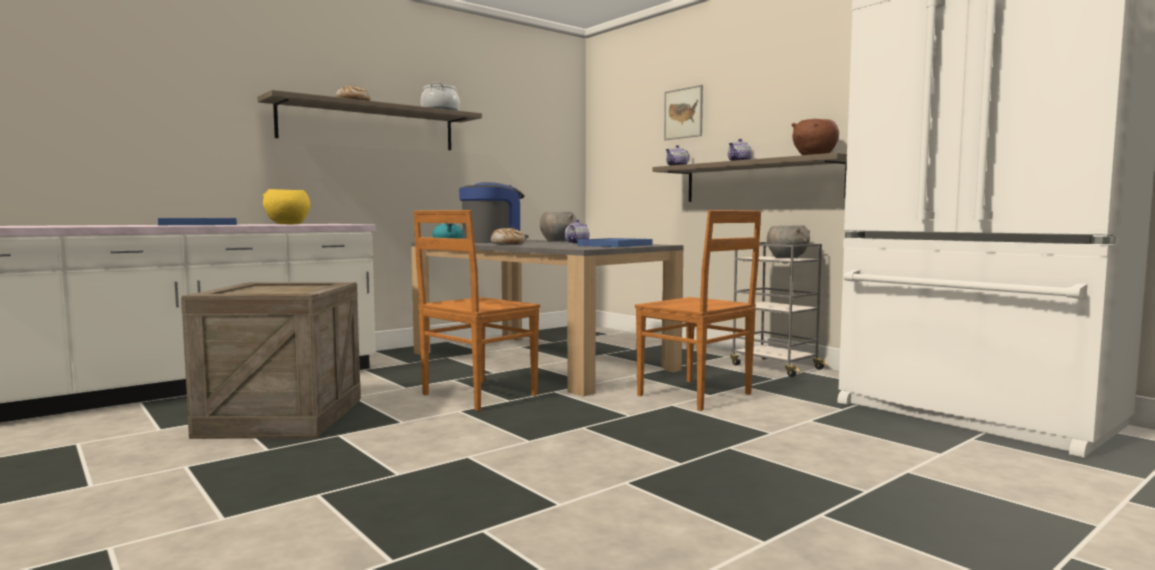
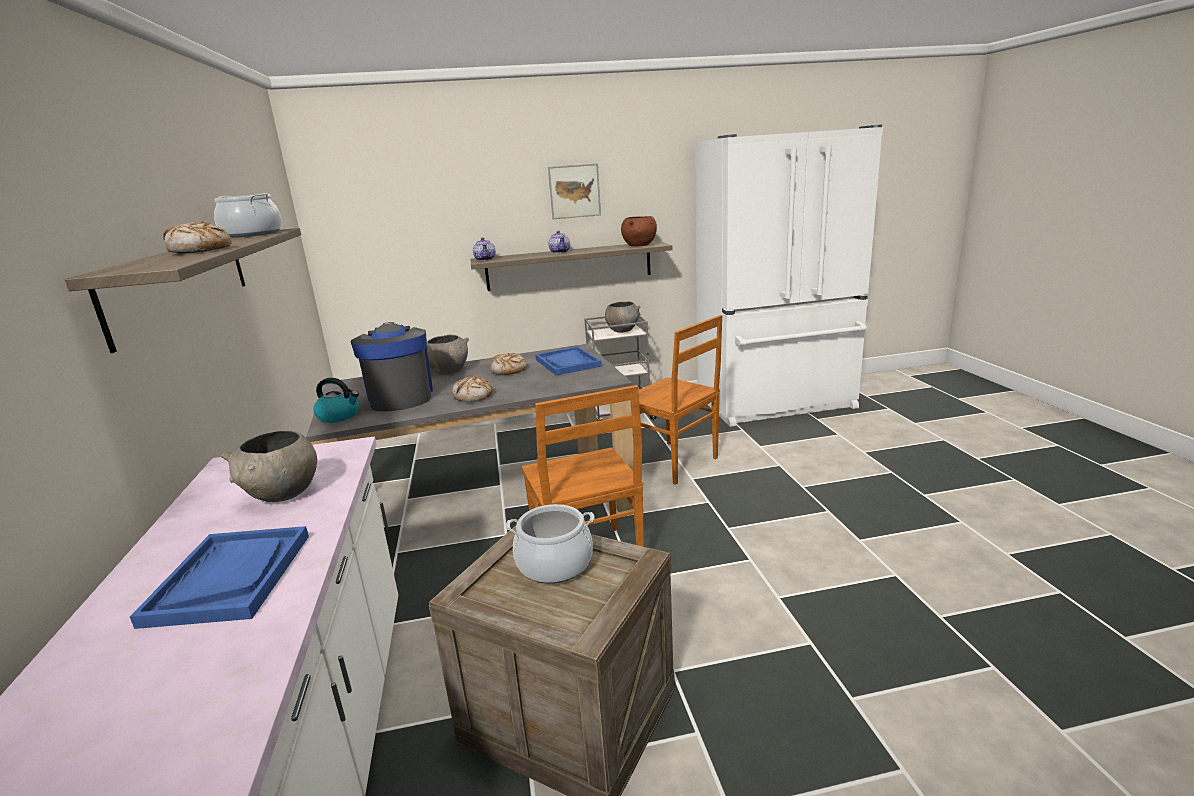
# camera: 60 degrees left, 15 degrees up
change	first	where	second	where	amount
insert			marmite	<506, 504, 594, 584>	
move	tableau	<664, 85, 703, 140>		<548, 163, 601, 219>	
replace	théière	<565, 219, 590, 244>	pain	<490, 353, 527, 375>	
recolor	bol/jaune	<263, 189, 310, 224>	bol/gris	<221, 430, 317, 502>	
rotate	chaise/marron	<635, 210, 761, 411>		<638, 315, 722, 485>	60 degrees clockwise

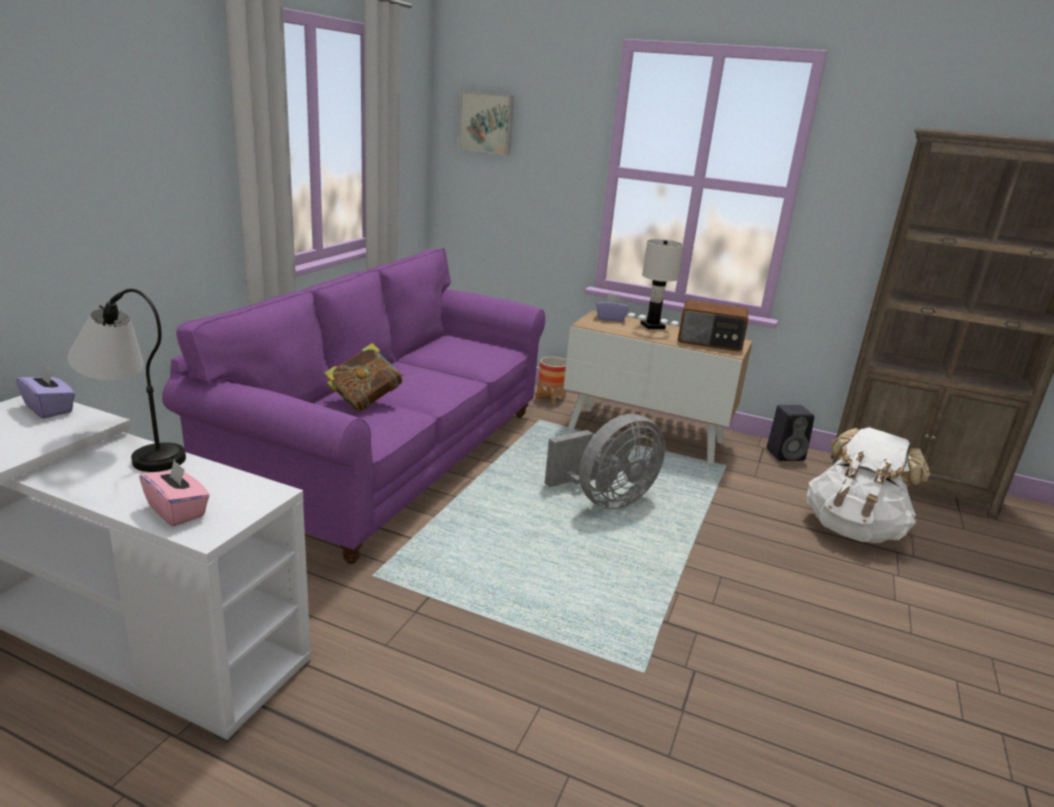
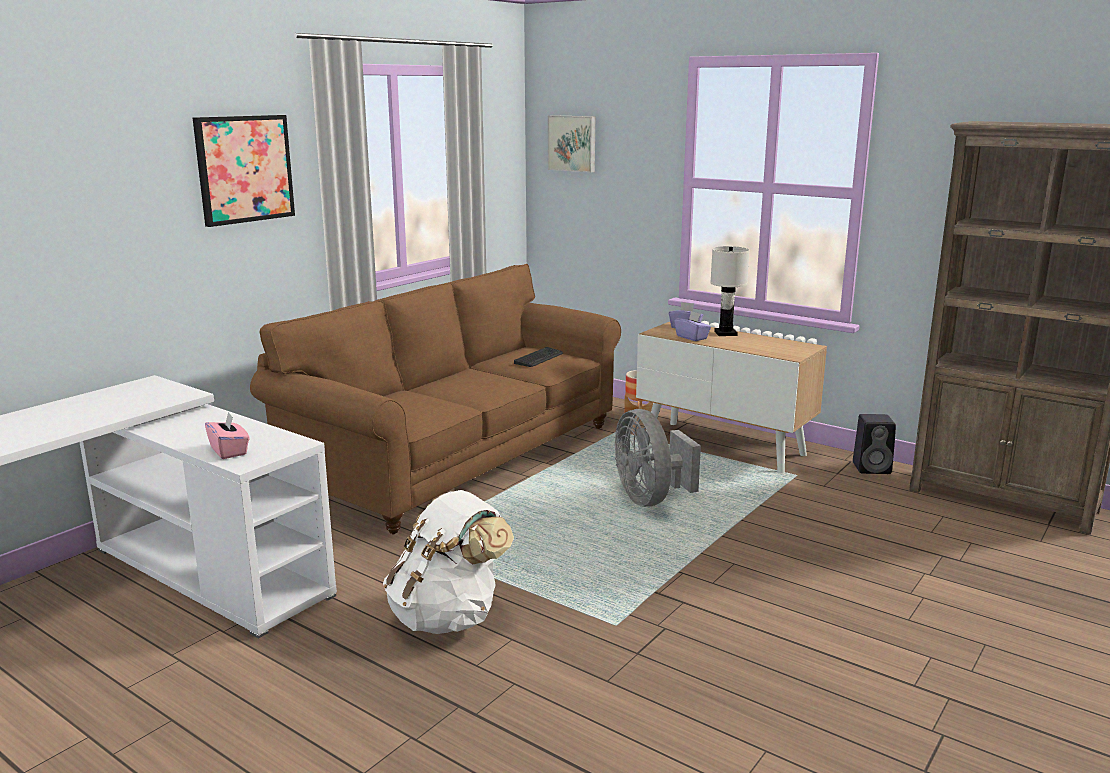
# camera: 15 degrees right, 5 degrees down
change	first	where	second	where	amount
delete	lampe de table	<67, 289, 186, 472>			
delete	livre	<324, 343, 404, 412>			
delete	radio	<678, 300, 748, 352>			
insert			tableau	<193, 115, 295, 227>	
insert			clavier	<514, 347, 563, 367>	
move	boîte à mouchoirs/violet	<16, 364, 75, 419>		<674, 311, 711, 341>	
move	sac à dos/blanc	<807, 427, 930, 543>		<383, 490, 514, 634>	
recolor	canapé/violet	<162, 248, 545, 564>	canapé/marron	<250, 264, 621, 534>	
rotate	ventilateur/gris	<545, 414, 665, 510>		<615, 409, 701, 507>	90 degrees clockwise

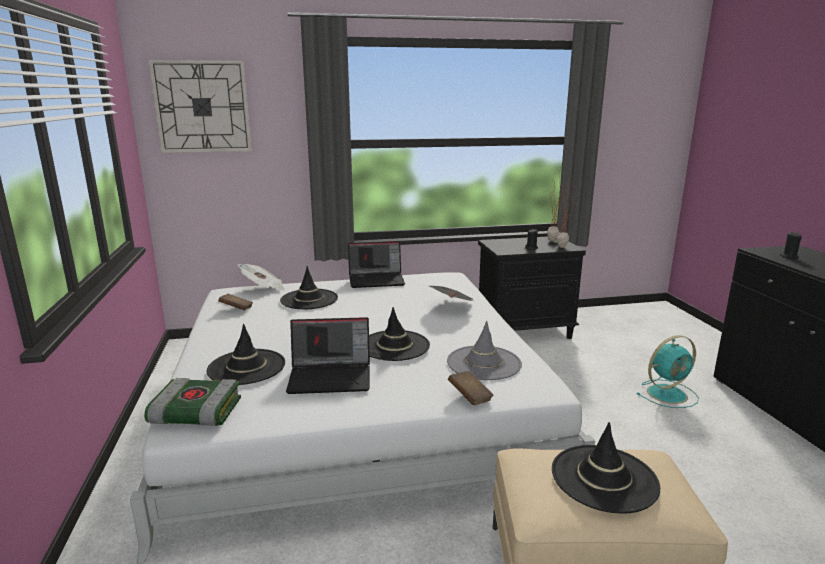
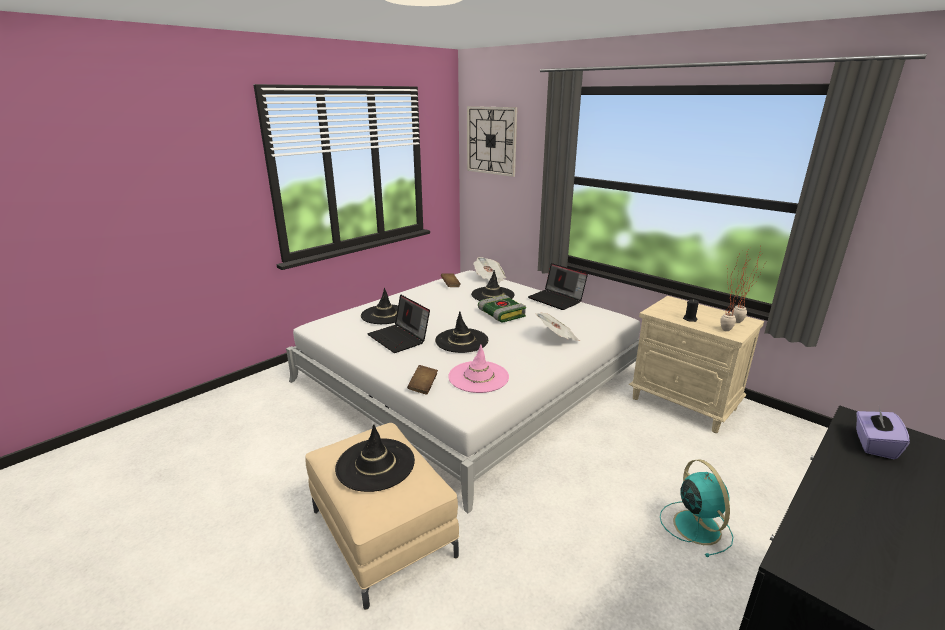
# camera: 55 degrees right, 5 degrees up
change	first	where	second	where	amount
move	livre	<144, 378, 241, 426>		<478, 295, 526, 322>	
replace	bougie/noir	<780, 232, 802, 259>	boîte à mouchoirs/violet	<856, 408, 910, 459>	
recolor	chapeau/gris	<447, 321, 522, 380>	chapeau/rose	<448, 344, 509, 393>	
recolor	table de chevet/noir	<478, 236, 586, 339>	table de chevet/beige	<629, 296, 764, 433>	
rotate	ventilateur/turquoise	<637, 335, 699, 408>		<660, 459, 733, 557>	135 degrees counterclockwise

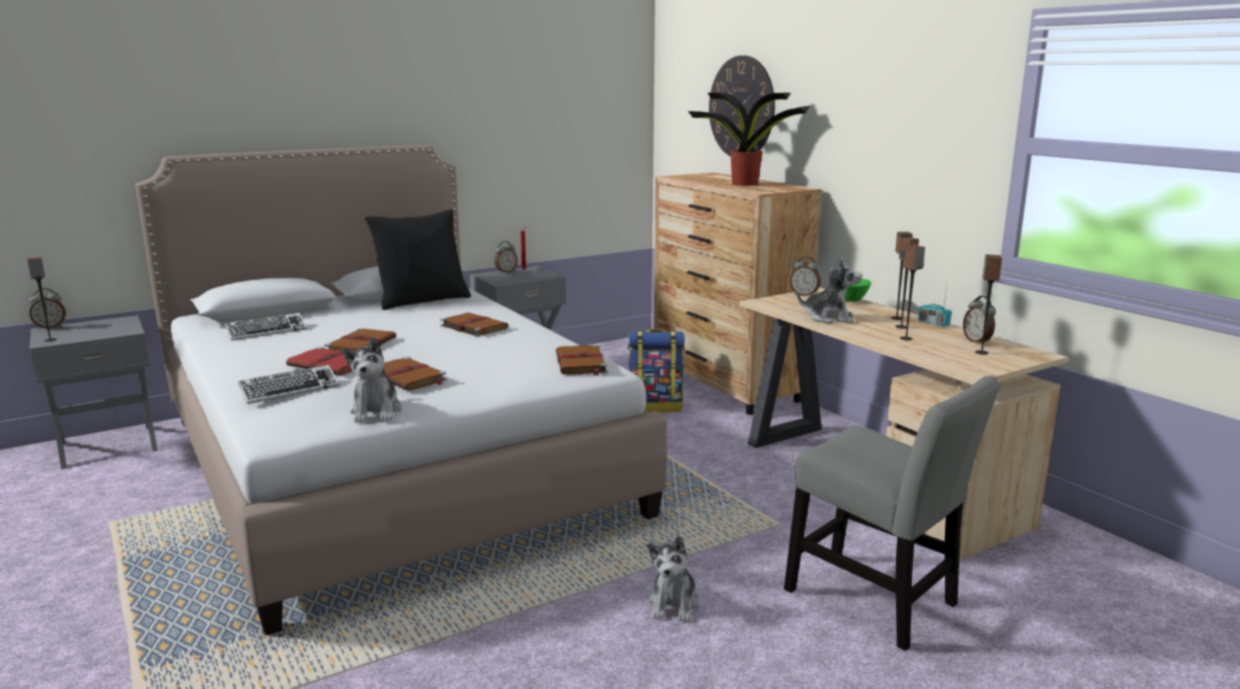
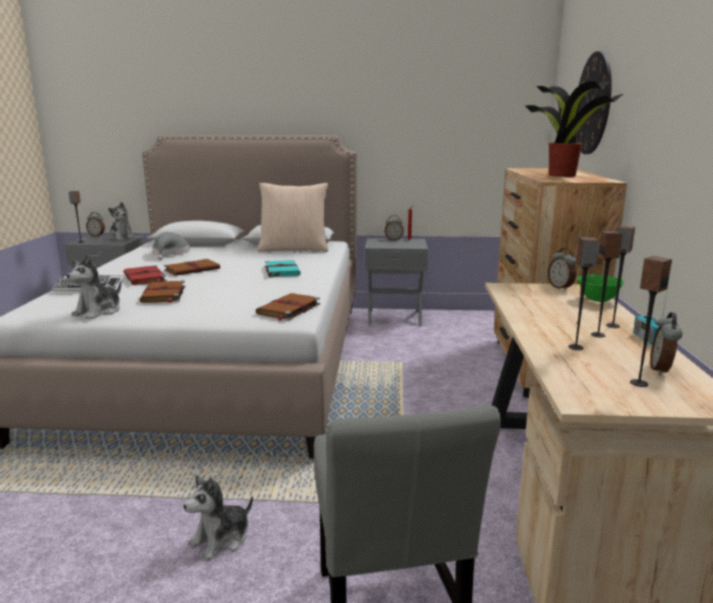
# camera: 35 degrees right, 0 degrees up
change	first	where	second	where	amount
delete	sac à dos	<628, 329, 685, 412>			
move	peluche	<797, 254, 862, 324>		<108, 202, 135, 240>	
replace	clavier	<225, 313, 307, 340>	chapeau/gris	<152, 232, 190, 260>	
recolor	coussin/noir	<365, 209, 471, 310>	coussin/beige	<258, 183, 328, 252>	
recolor	livre/marron	<440, 313, 508, 337>	livre/turquoise	<265, 260, 301, 278>	

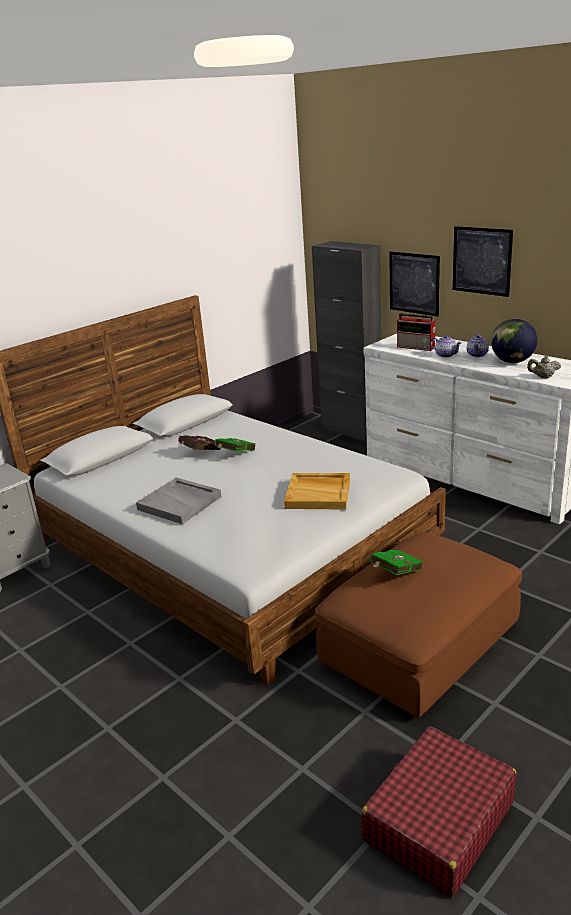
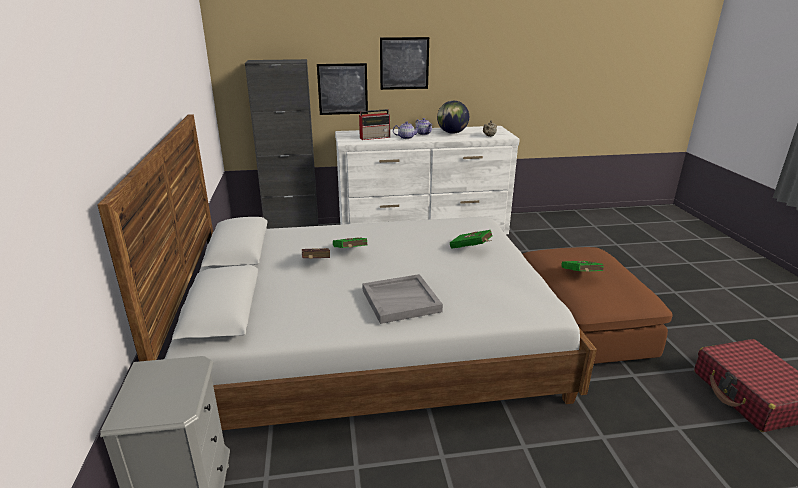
# camera: 55 degrees left, 0 degrees up
change	first	where	second	where	amount
replace	plateau/beige	<284, 473, 350, 510>	livre/vert	<450, 230, 493, 249>	

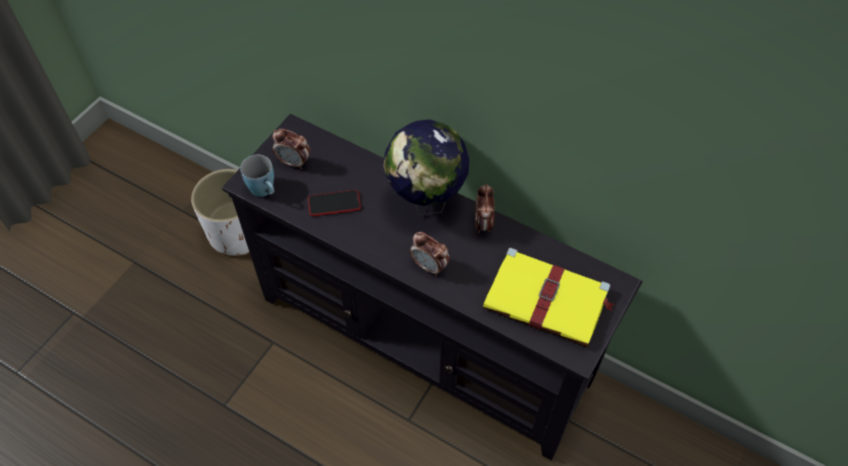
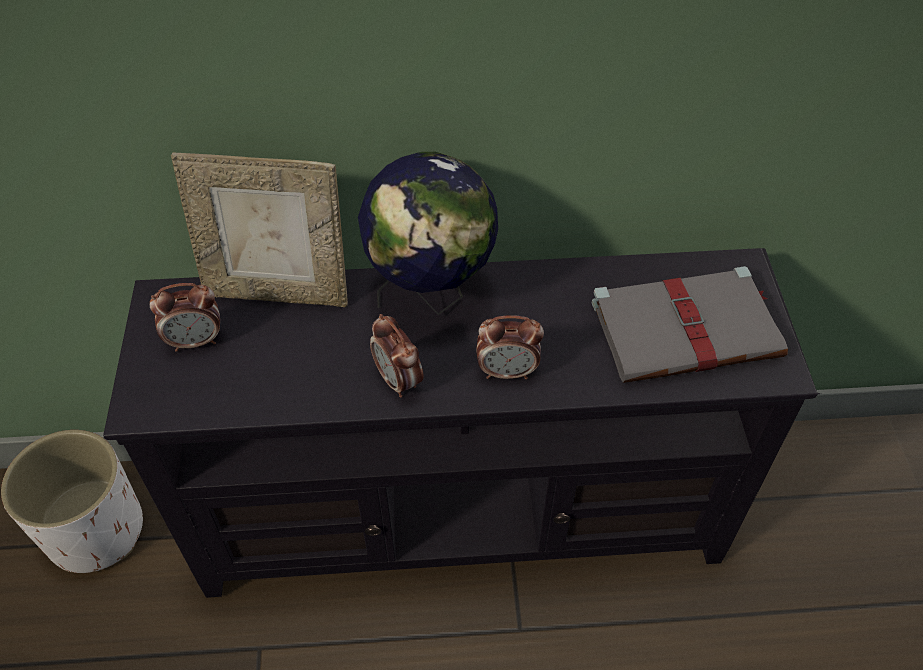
# camera: 35 degrees left, 5 degrees down
change	first	where	second	where	amount
delete	mug/bleu	<240, 155, 274, 197>			
delete	téléphone	<308, 190, 361, 216>			
insert			cadre photo	<171, 153, 348, 307>	
move	réveil	<475, 184, 494, 233>		<370, 314, 423, 398>	
recolor	livre/jaune	<483, 248, 615, 347>	livre/gris	<592, 266, 788, 383>	

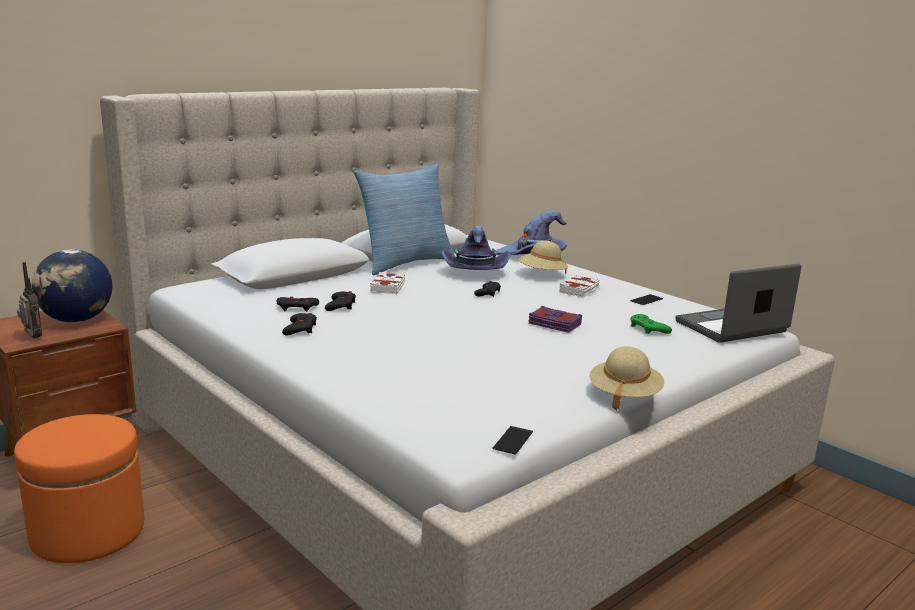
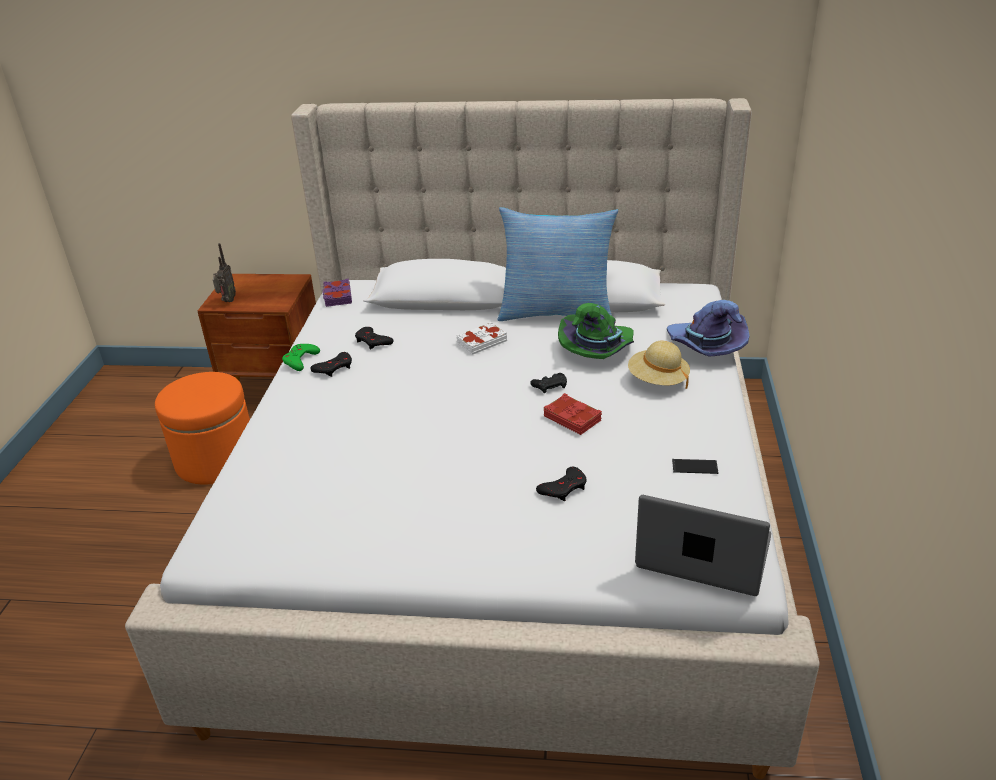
# camera: 50 degrees right, 15 degrees up
change	first	where	second	where	amount
delete	globe	<32, 249, 112, 323>			
delete	téléphone	<492, 426, 533, 455>			
delete	livre/blanc	<559, 275, 600, 298>			
delete	chapeau/beige	<589, 346, 664, 411>			
insert			livre/rouge	<544, 393, 602, 435>	
move	manette/noir	<325, 291, 356, 311>		<536, 467, 587, 501>	
move	livre/violet	<529, 306, 582, 333>		<323, 279, 352, 307>	
move	manette/vert	<630, 314, 672, 334>		<282, 344, 320, 371>	
recolor	chapeau/violet	<442, 226, 511, 270>	chapeau/vert	<558, 303, 634, 359>	

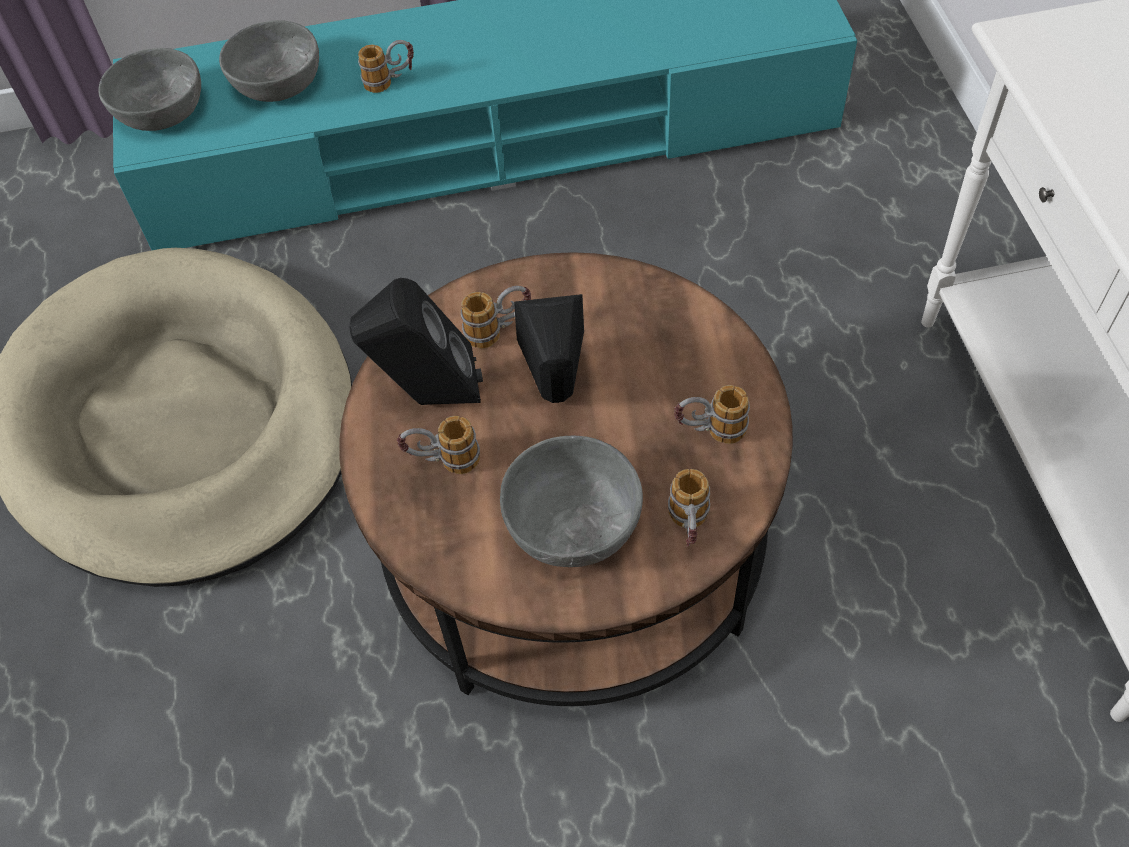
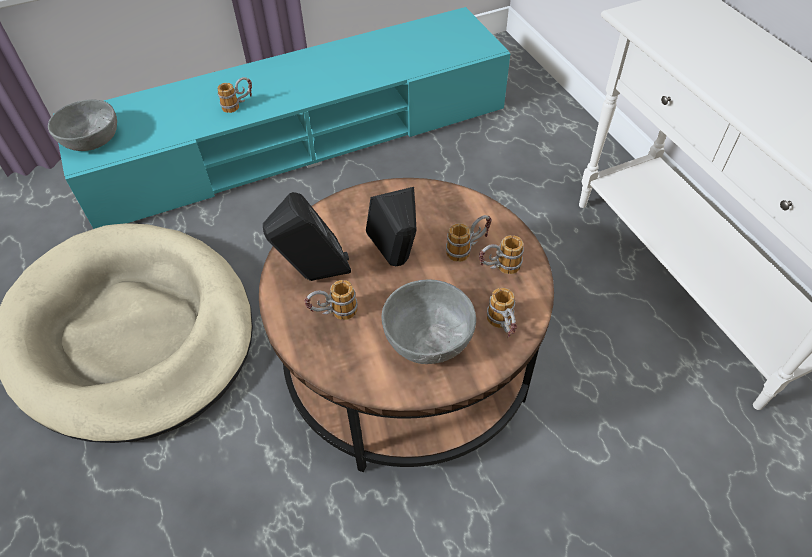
# camera: 15 degrees left, 5 degrees down
change	first	where	second	where	amount
delete	bol/gris	<219, 20, 319, 102>			
move	mug	<461, 286, 531, 348>		<446, 215, 492, 262>	

